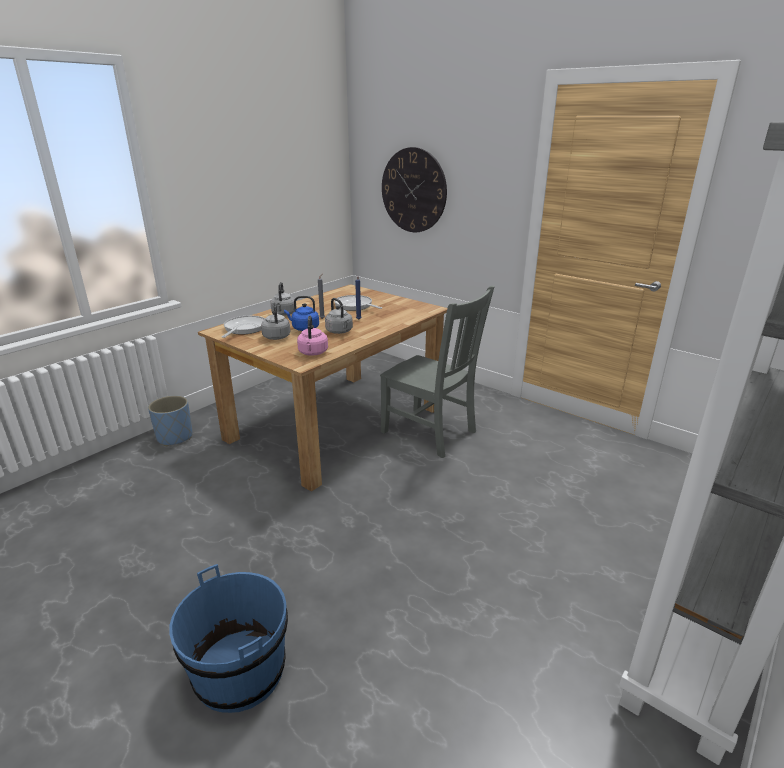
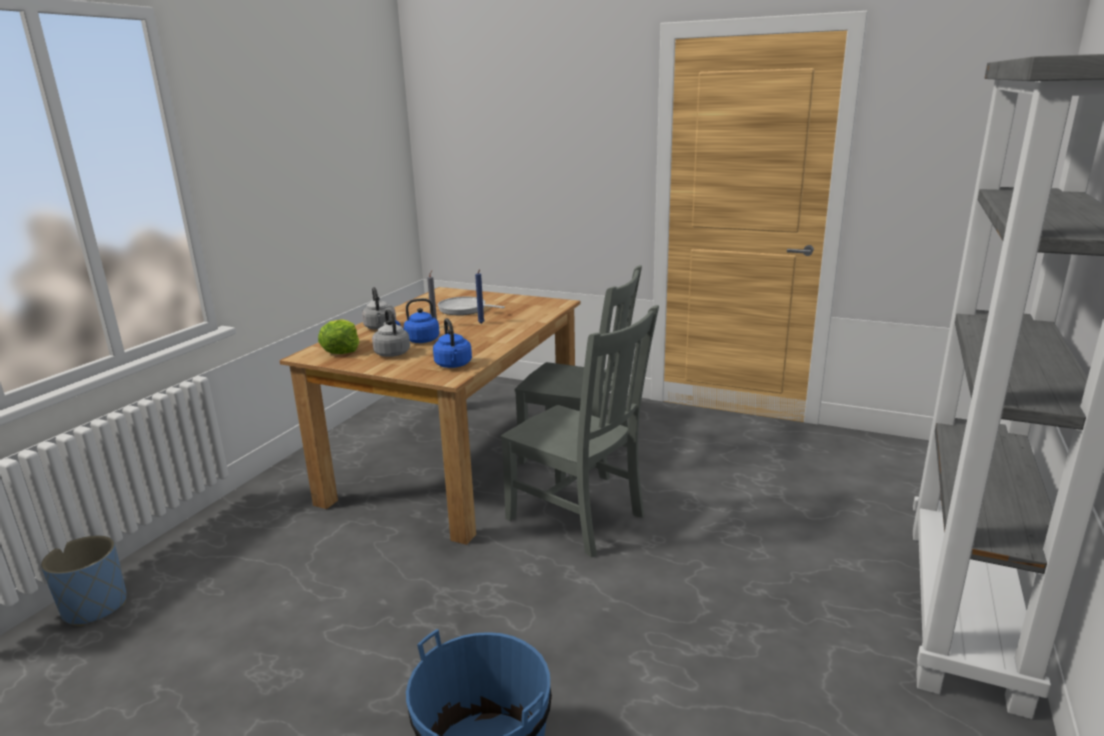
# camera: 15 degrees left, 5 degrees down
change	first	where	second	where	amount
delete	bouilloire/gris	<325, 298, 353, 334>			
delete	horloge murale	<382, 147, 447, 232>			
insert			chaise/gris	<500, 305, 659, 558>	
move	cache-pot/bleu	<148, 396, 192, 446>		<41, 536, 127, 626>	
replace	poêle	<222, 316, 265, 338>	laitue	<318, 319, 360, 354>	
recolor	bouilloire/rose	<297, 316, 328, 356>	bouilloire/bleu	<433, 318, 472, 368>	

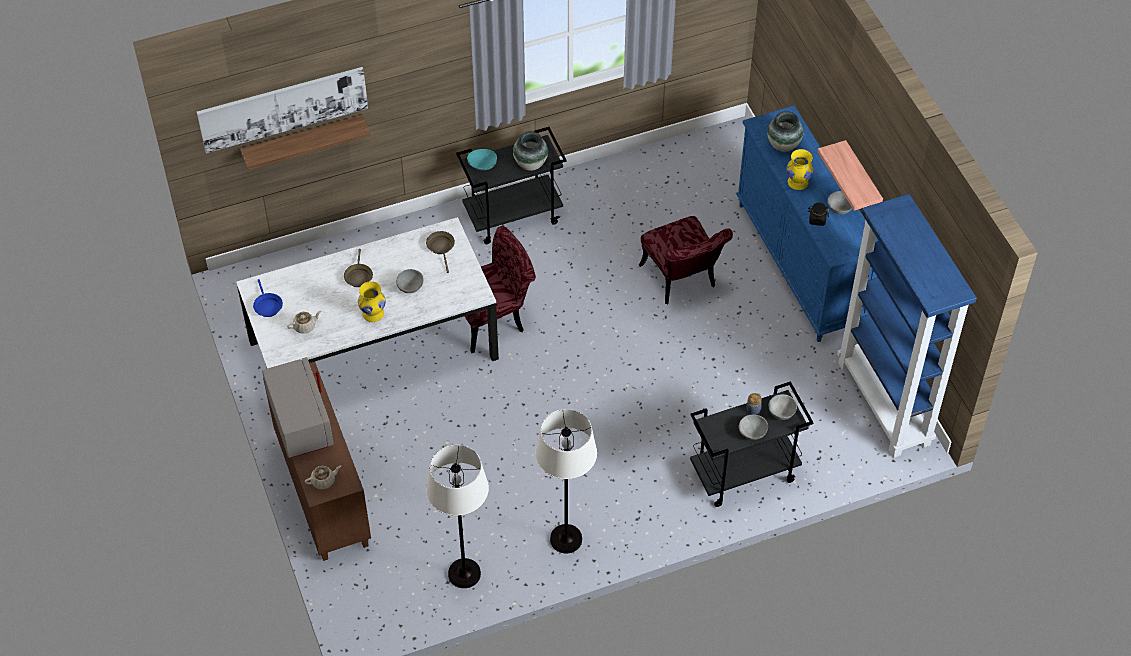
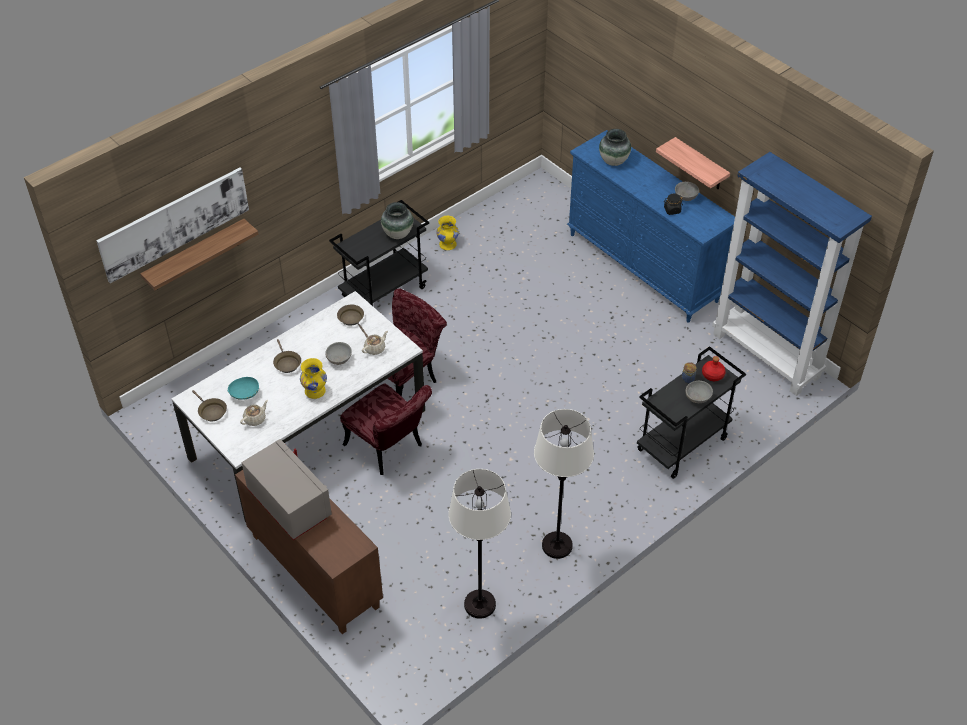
# camera: 20 degrees left, 5 degrees down
change	first	where	second	where	amount
move	théière/beige	<305, 465, 341, 489>		<362, 331, 388, 355>	
move	bol/turquoise	<467, 149, 497, 170>		<228, 377, 259, 400>	
move	chaise/rouge	<639, 216, 733, 304>		<340, 383, 432, 475>	
move	vase/jaune	<786, 149, 813, 190>		<436, 216, 459, 250>	
replace	bol/gris	<768, 394, 797, 420>	bouteille/rouge	<702, 356, 726, 381>	
recolor	poêle/bleu	<253, 279, 283, 317>	poêle/marron	<192, 390, 227, 421>	

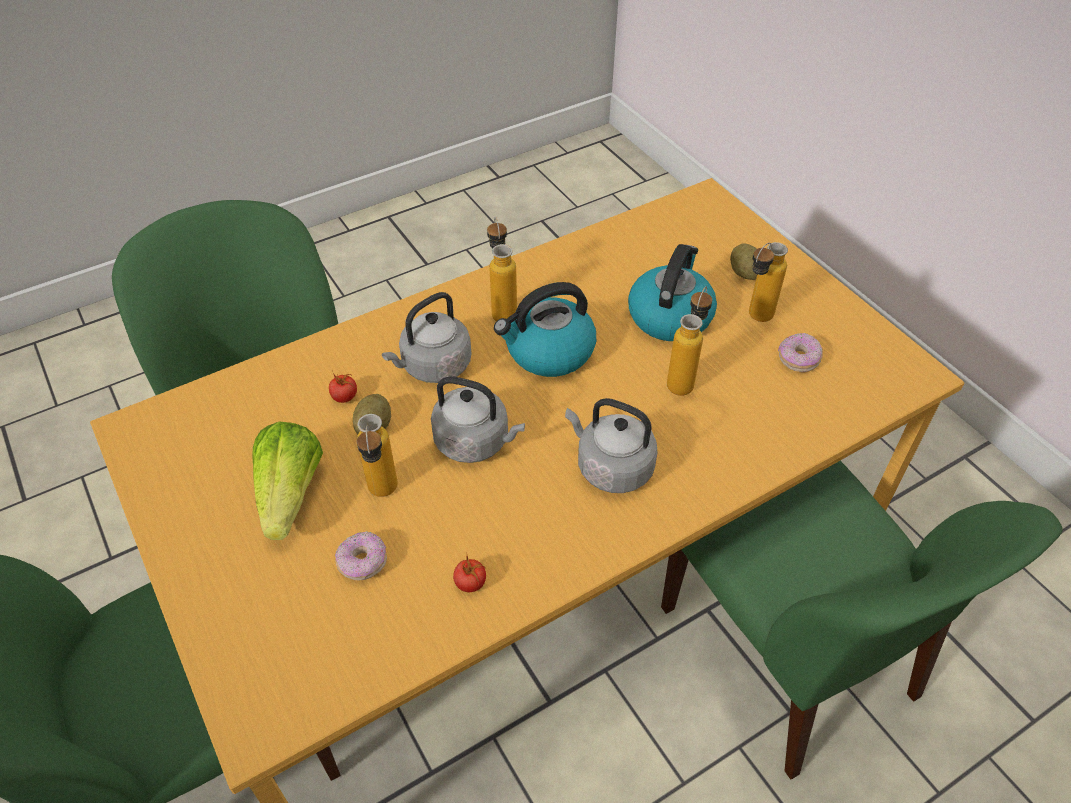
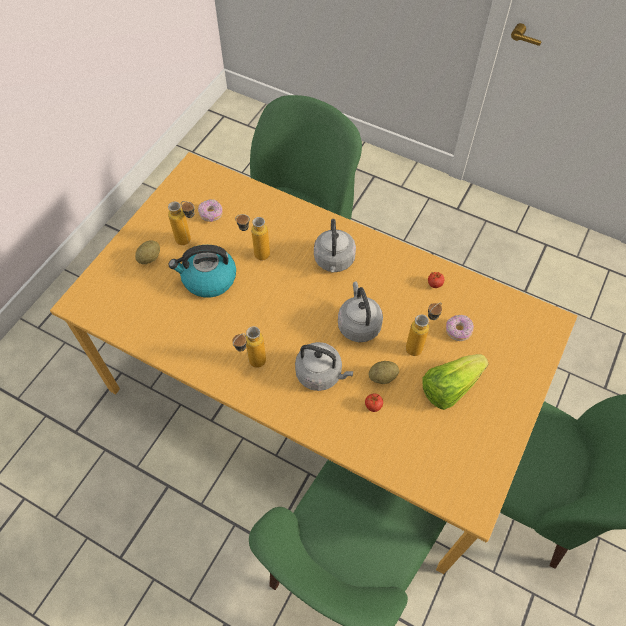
# camera: 120 degrees left, 10 degrees up
change	first	where	second	where	amount
delete	bouilloire	<494, 282, 596, 377>			

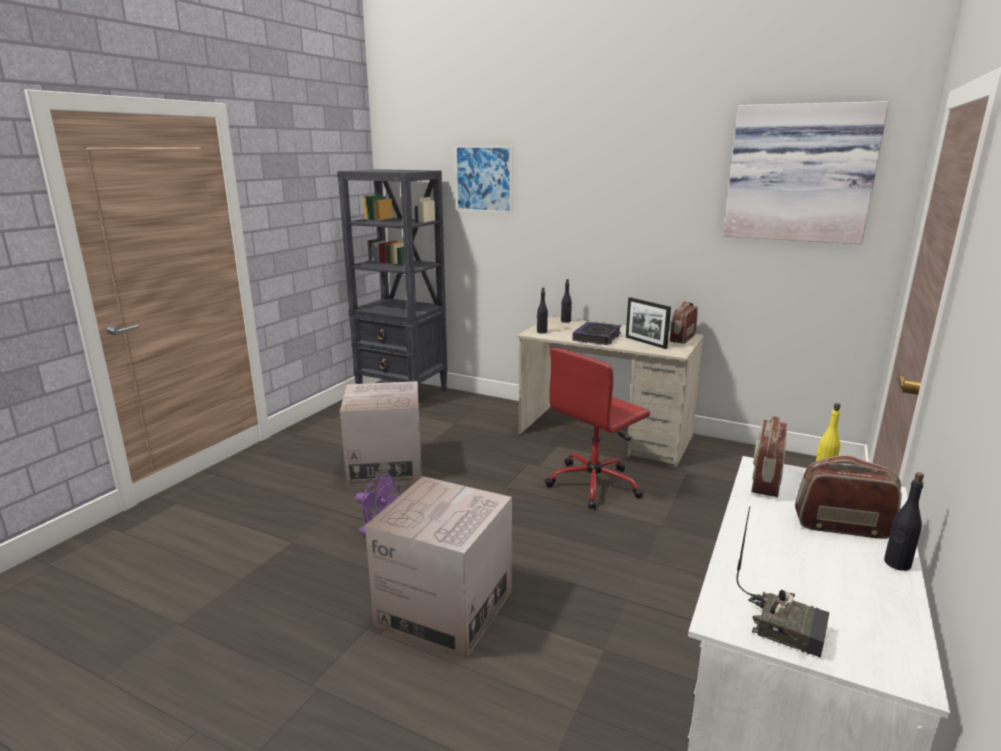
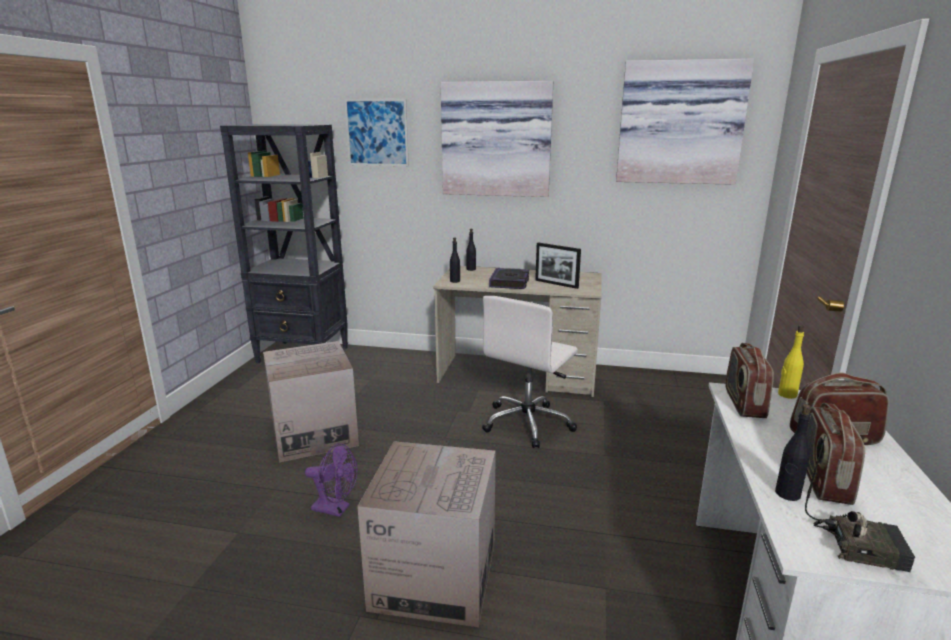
# camera: 15 degrees left, 0 degrees up
change	first	where	second	where	amount
insert			tableau	<441, 81, 553, 197>	
move	radio	<670, 301, 698, 344>		<806, 403, 865, 505>	
move	bouteille/noir	<884, 472, 924, 571>		<775, 404, 811, 501>	
recolor	chaise de bureau/rouge	<545, 348, 650, 509>	chaise de bureau/blanc	<482, 296, 578, 448>	

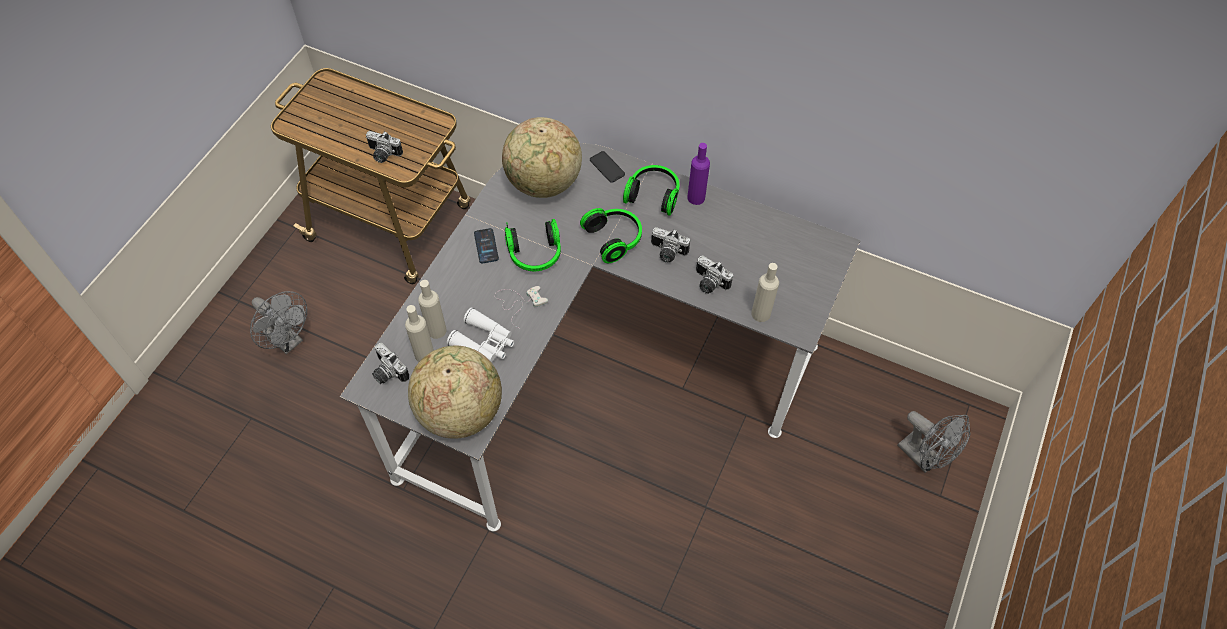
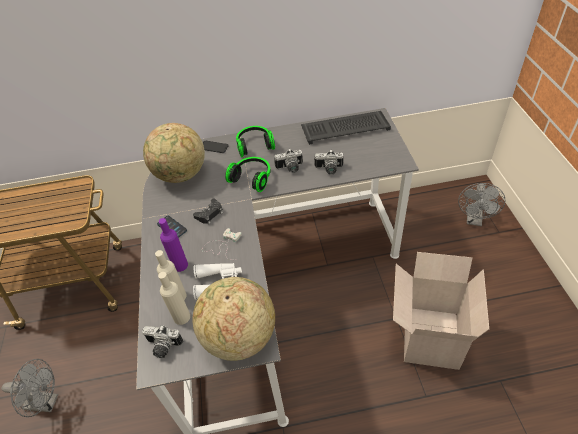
# camera: 30 degrees left, 10 degrees down
change	first	where	second	where	amount
delete	appareil photo	<366, 131, 403, 163>			
delete	bouteille/beige	<751, 263, 779, 322>			
insert			clavier	<301, 111, 391, 145>	
insert			carton	<393, 252, 489, 370>	
move	bouteille/violet	<687, 143, 710, 205>		<159, 218, 188, 272>	
replace	casque audio	<505, 219, 561, 271>	manette/noir	<193, 198, 223, 224>	
rotate	ventilateur/gris	<897, 411, 971, 473>		<458, 183, 505, 226>	90 degrees clockwise

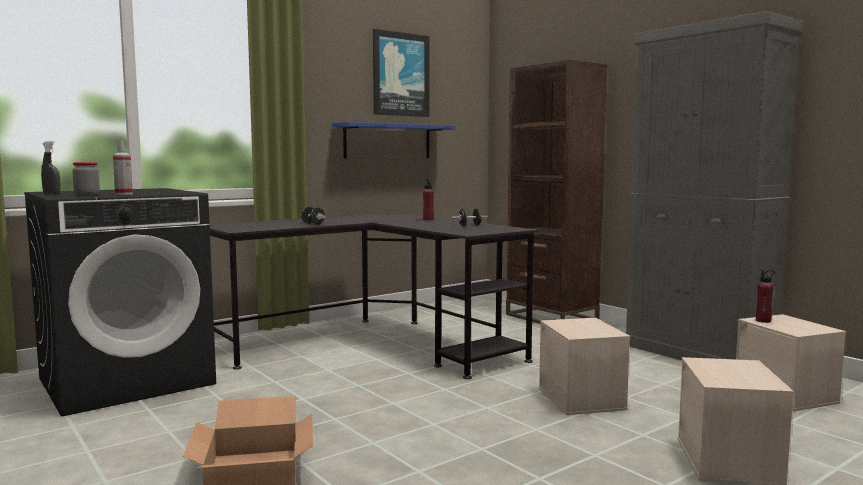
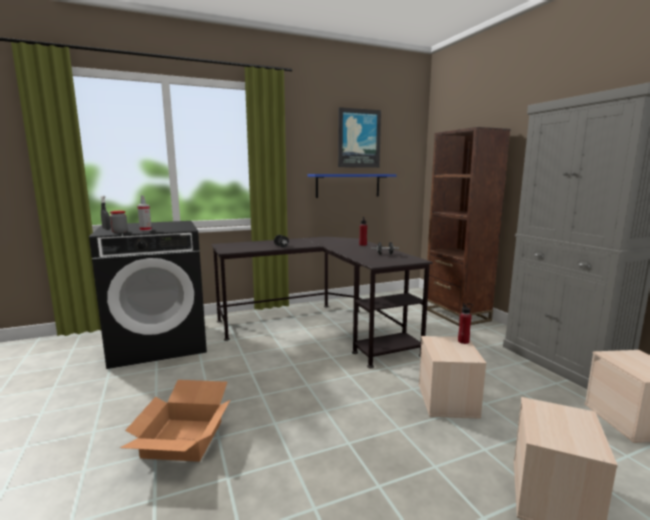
# camera: 15 degrees right, 5 degrees up
change	first	where	second	where	amount
move	bouteille/rouge	<756, 270, 775, 323>		<458, 303, 473, 344>	

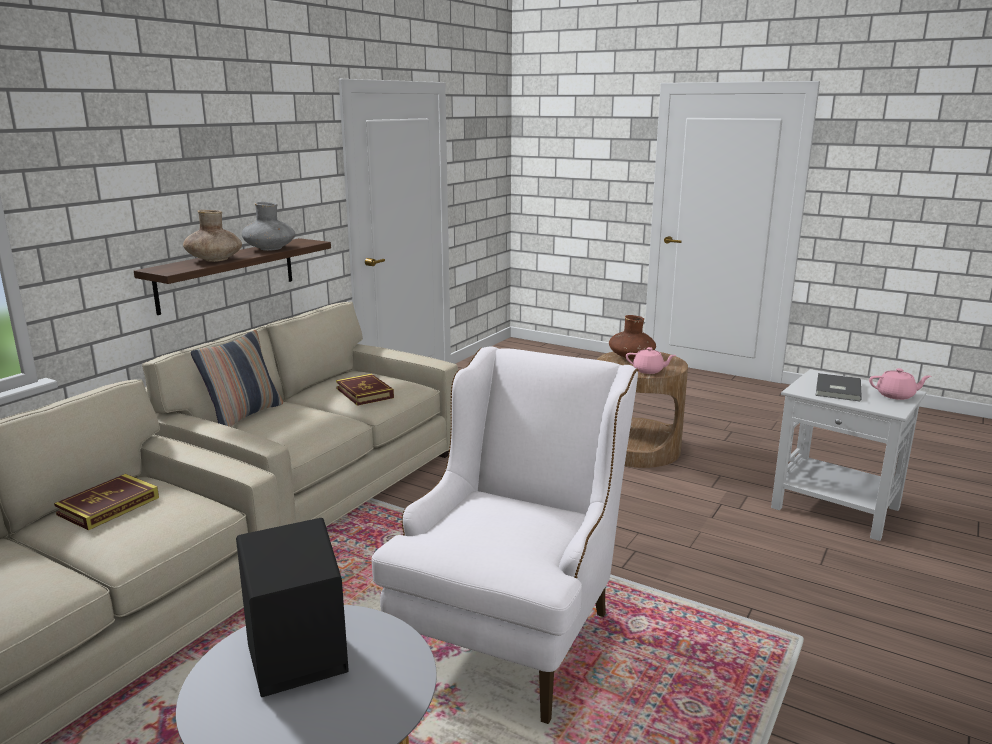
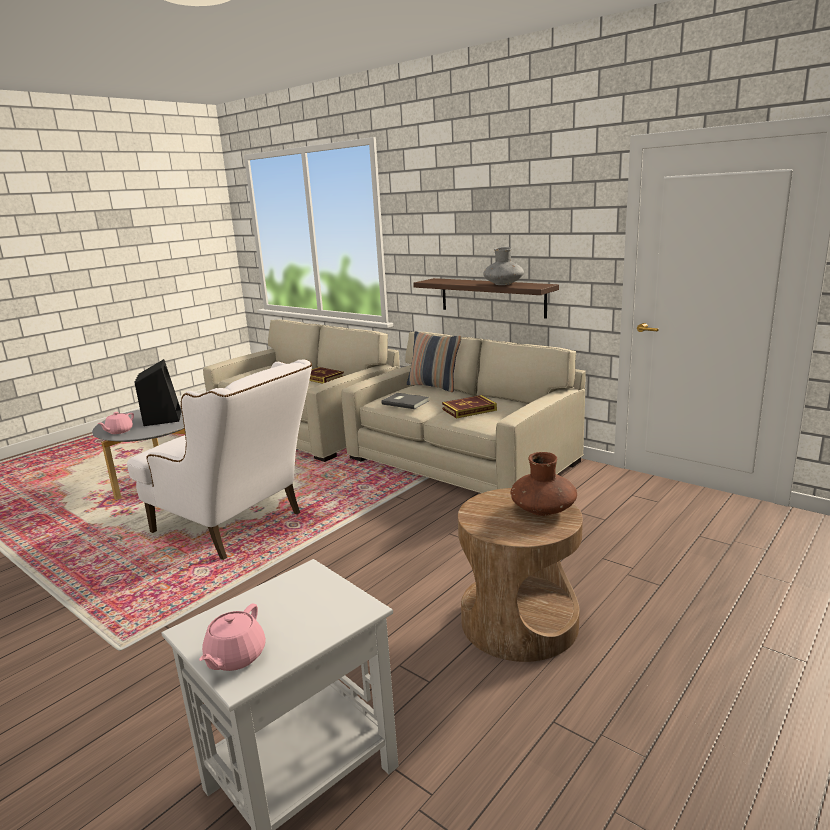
# camera: 100 degrees right, 0 degrees up
change	first	where	second	where	amount
delete	vase/marron	<183, 210, 242, 262>			
move	théière/rose	<626, 347, 676, 374>		<97, 412, 134, 434>	
move	livre/gris	<816, 373, 862, 402>		<381, 393, 429, 409>	

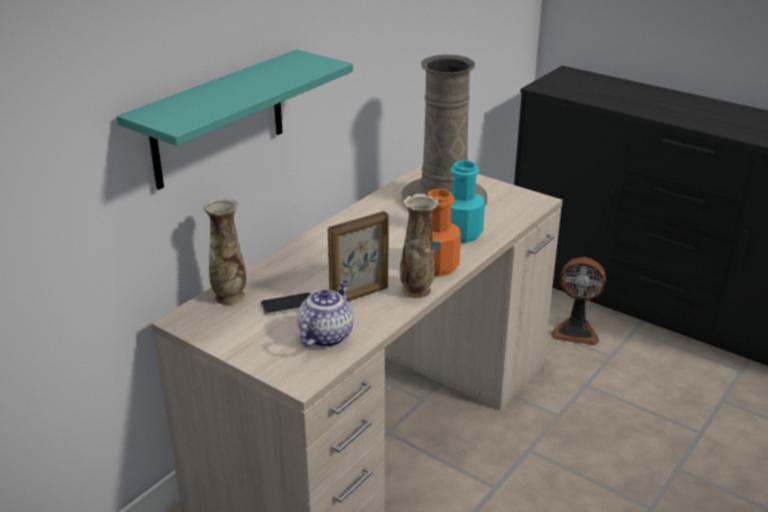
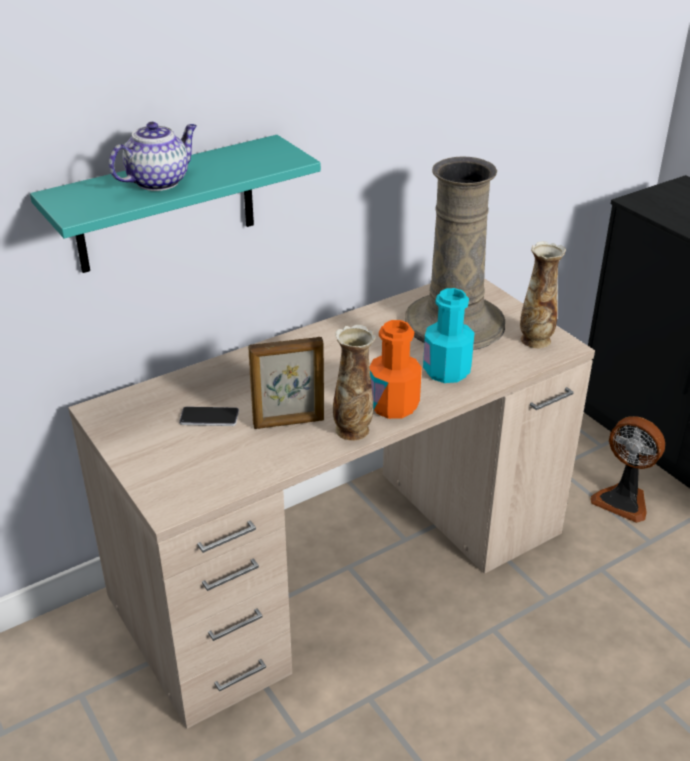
# camera: 20 degrees right, 5 degrees up
change	first	where	second	where	amount
move	vase	<203, 198, 246, 305>		<520, 241, 566, 348>	
move	théière	<297, 281, 354, 347>		<109, 122, 197, 191>	

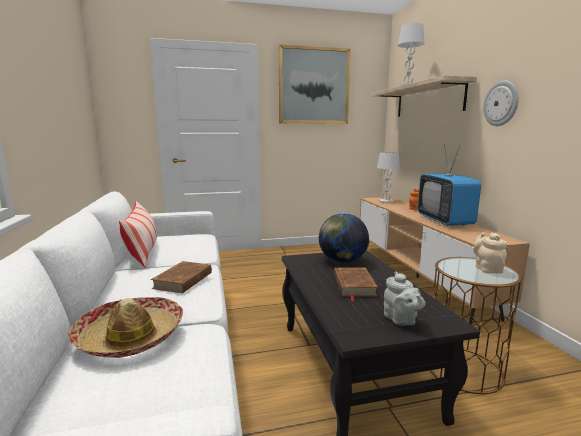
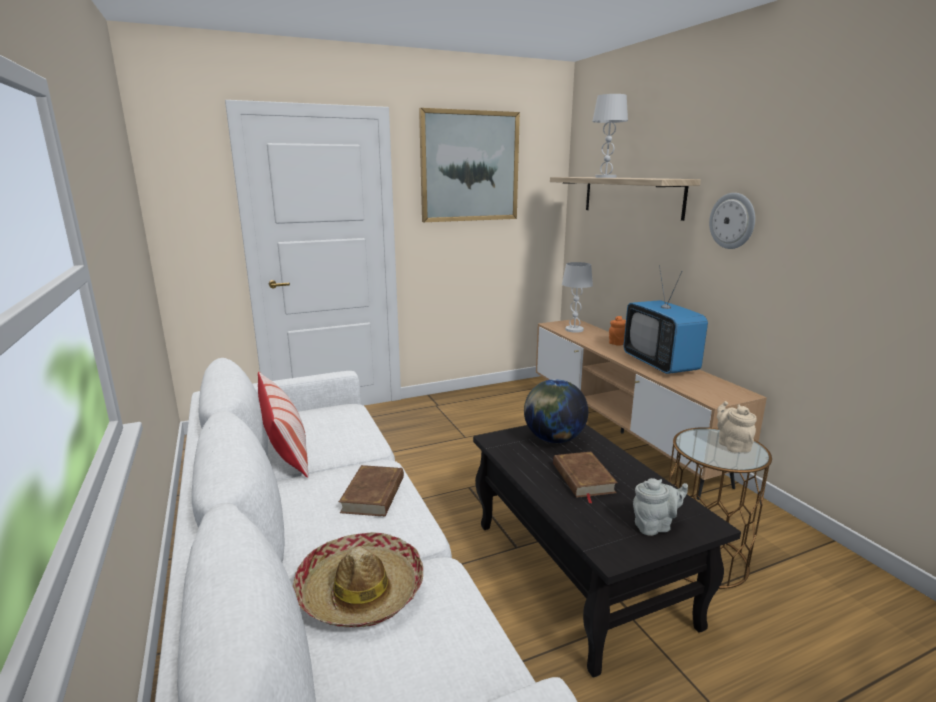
# camera: 10 degrees left, 5 degrees up
change	first	where	second	where	amount
rotate	théière/gris	<384, 272, 425, 326>		<633, 478, 688, 536>	75 degrees counterclockwise

